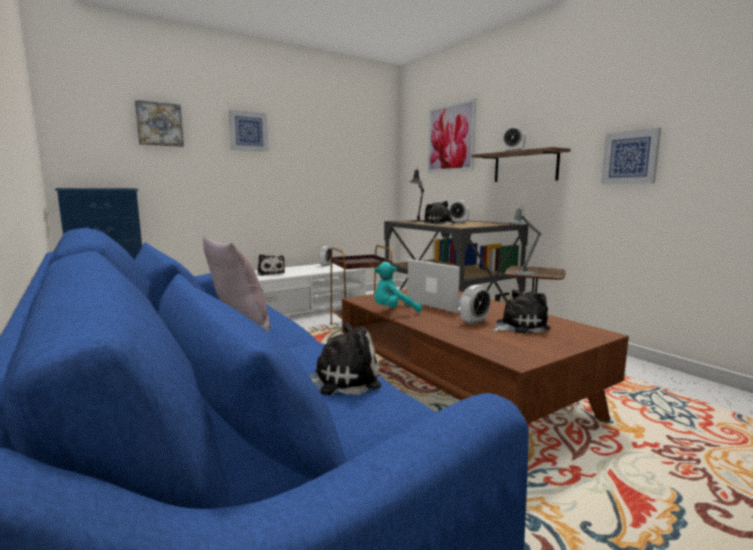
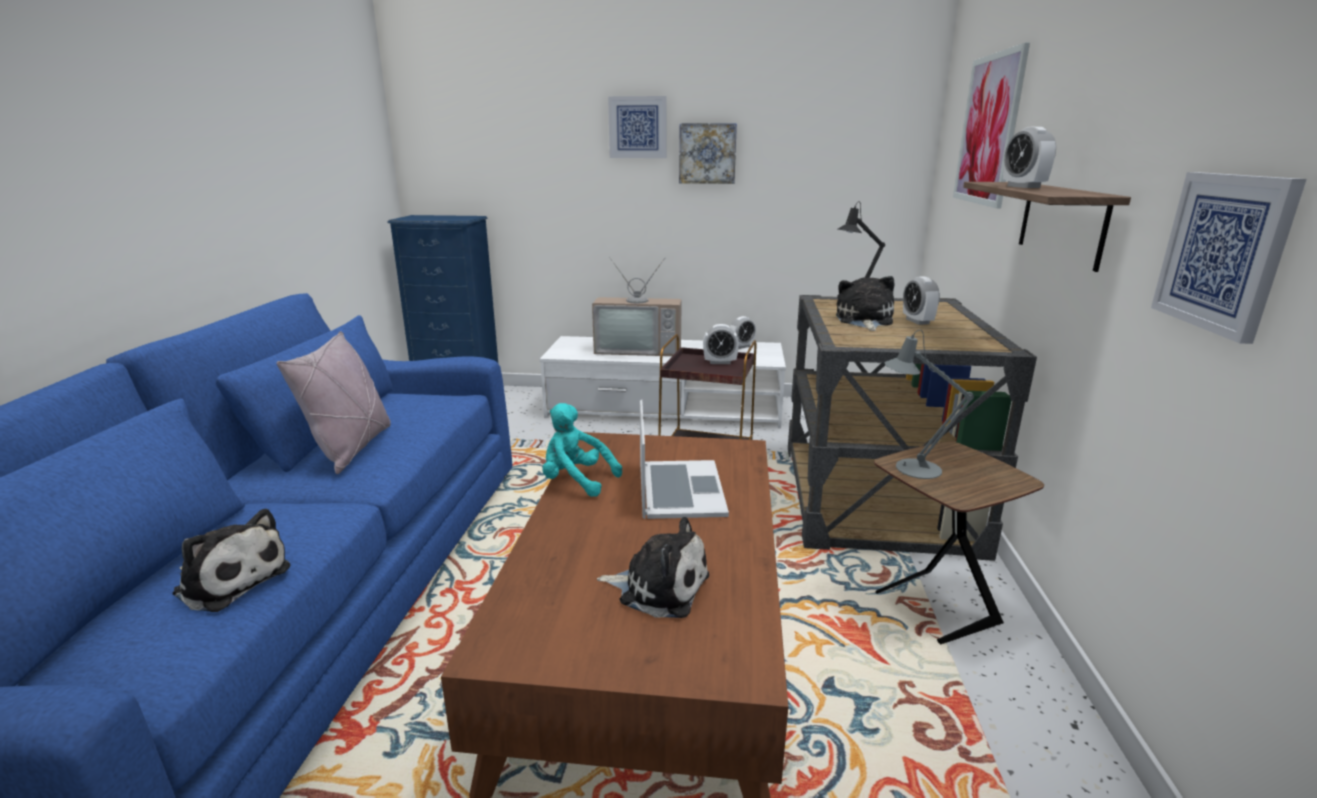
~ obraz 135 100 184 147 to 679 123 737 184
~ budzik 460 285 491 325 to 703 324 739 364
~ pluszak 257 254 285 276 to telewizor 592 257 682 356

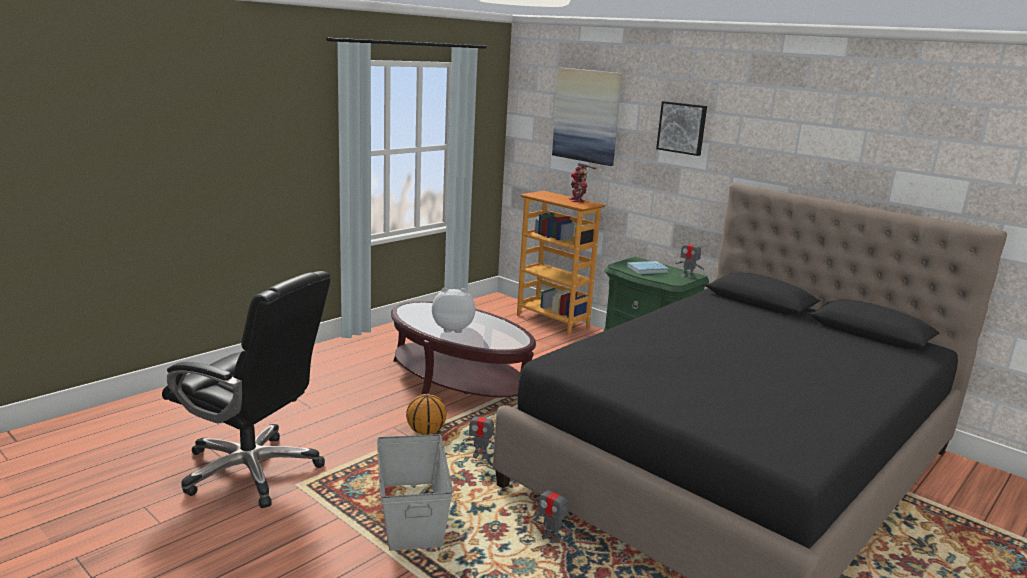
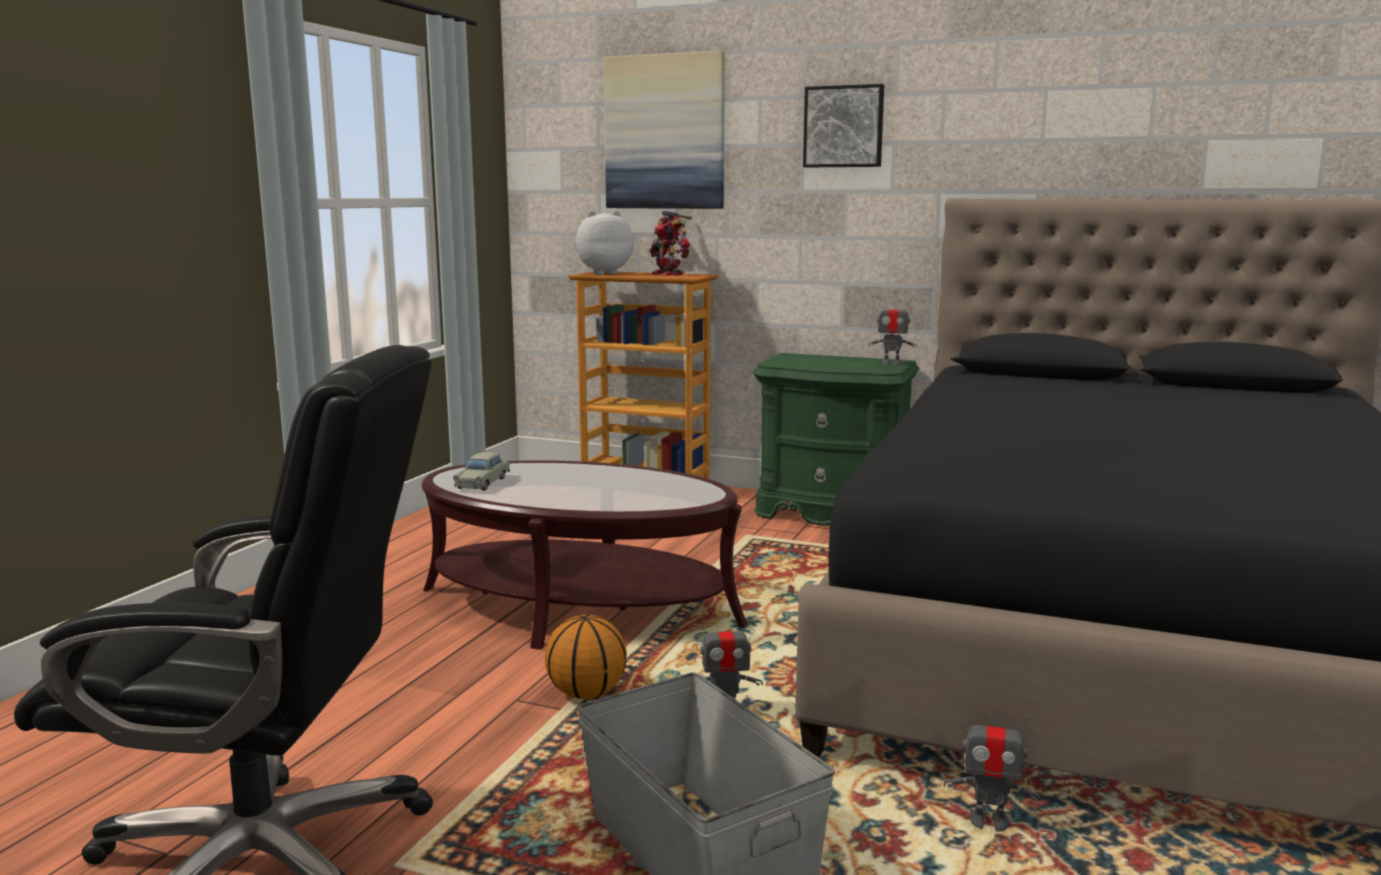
- książka/niebieski 627 261 669 274
+ samochodzik/beżowy 453 452 510 491
~ pluszak 432 287 476 333 to 574 211 634 275

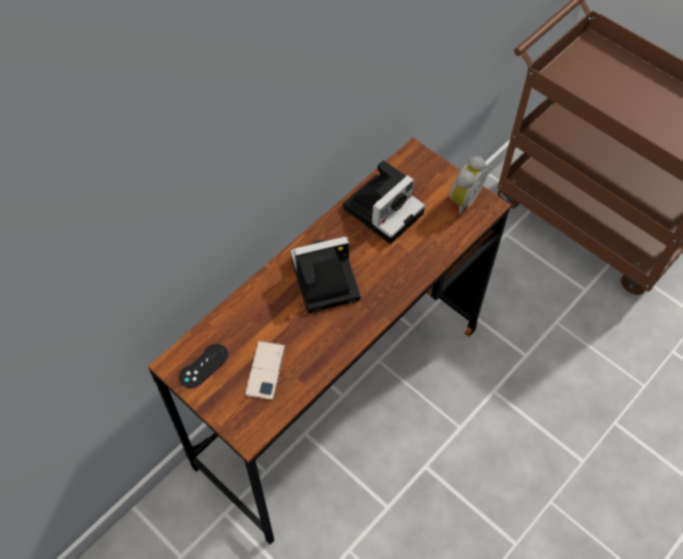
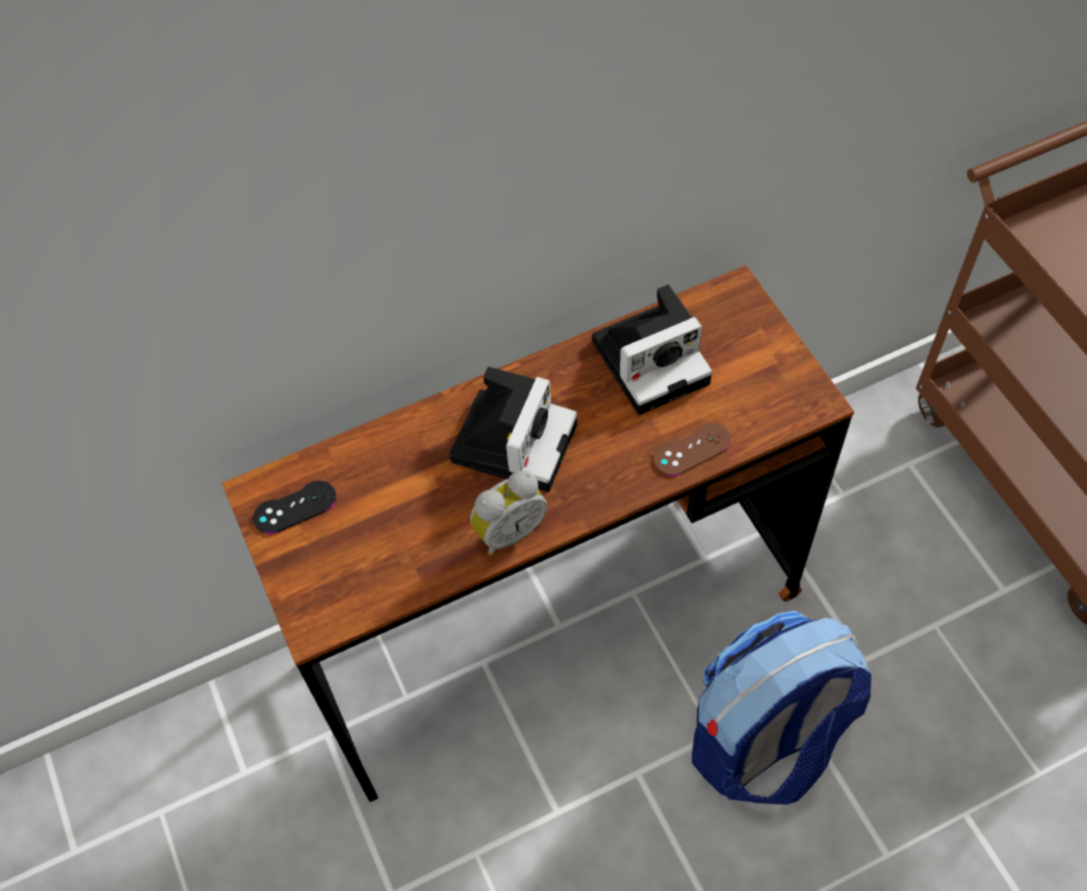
- telefon 245 341 286 400
+ pad do gier/brązowy 653 422 731 476
+ plecak 692 611 871 805
~ budzik 450 156 487 215 to 470 470 547 556
~ aparat fotograficzny 290 237 360 313 = 449 367 577 492 105 degrees clockwise

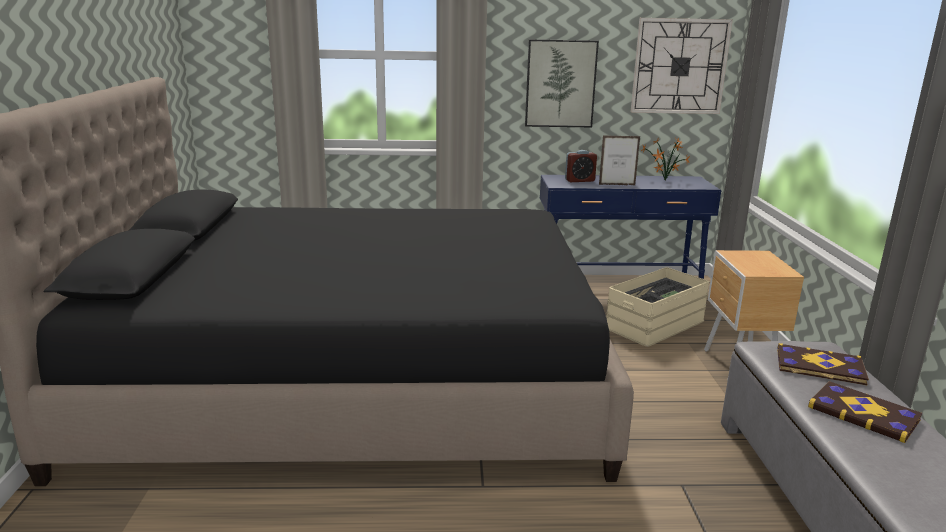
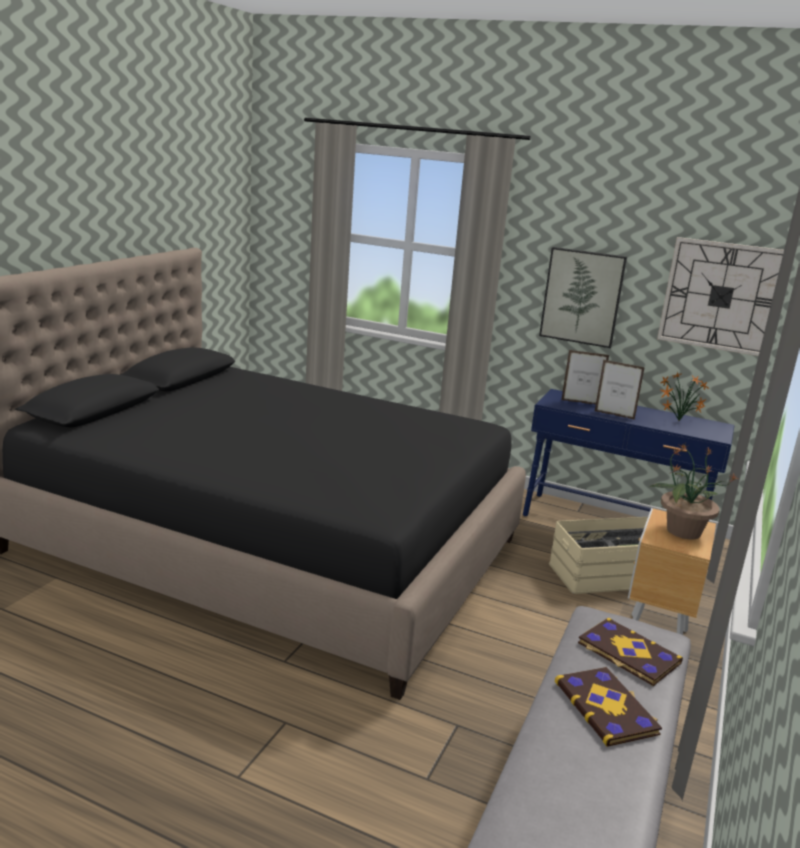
+ roślina doniczkowa 649 444 737 540
~ budzik 565 150 597 182 to ramka na zdjęcie 561 350 609 405

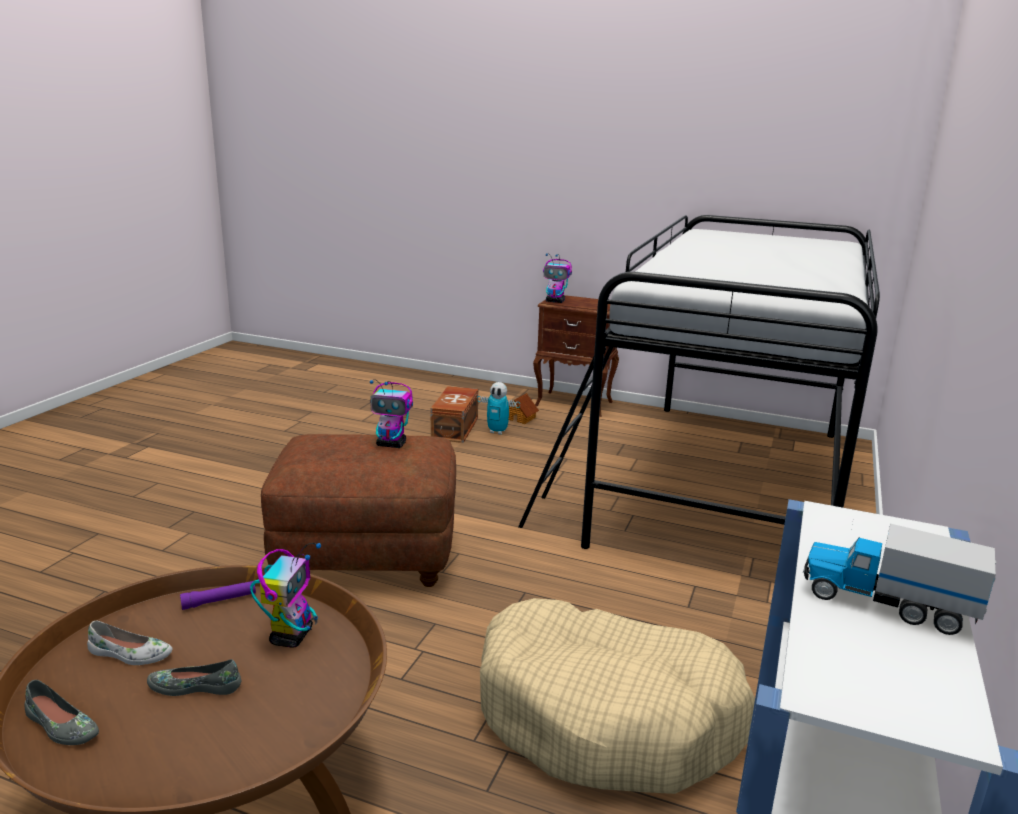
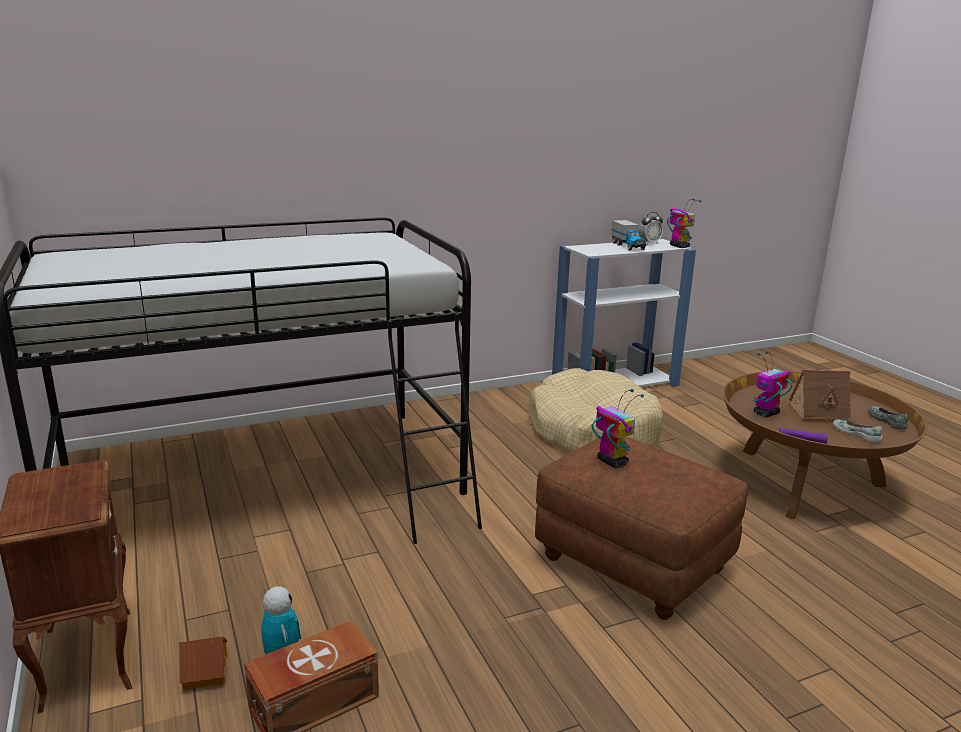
+ budzik 639 212 663 245
~ robot zabawkowy 543 253 572 303 to 667 199 701 248
~ but/szary 147 659 241 696 to domek 789 369 857 422

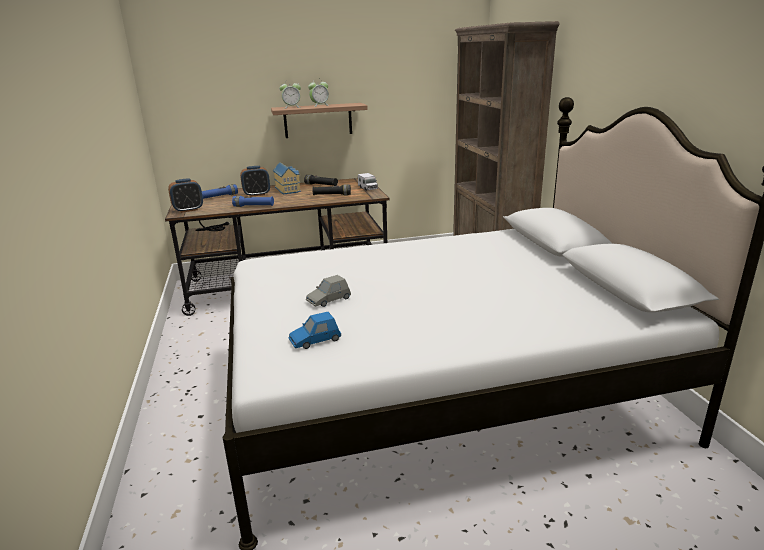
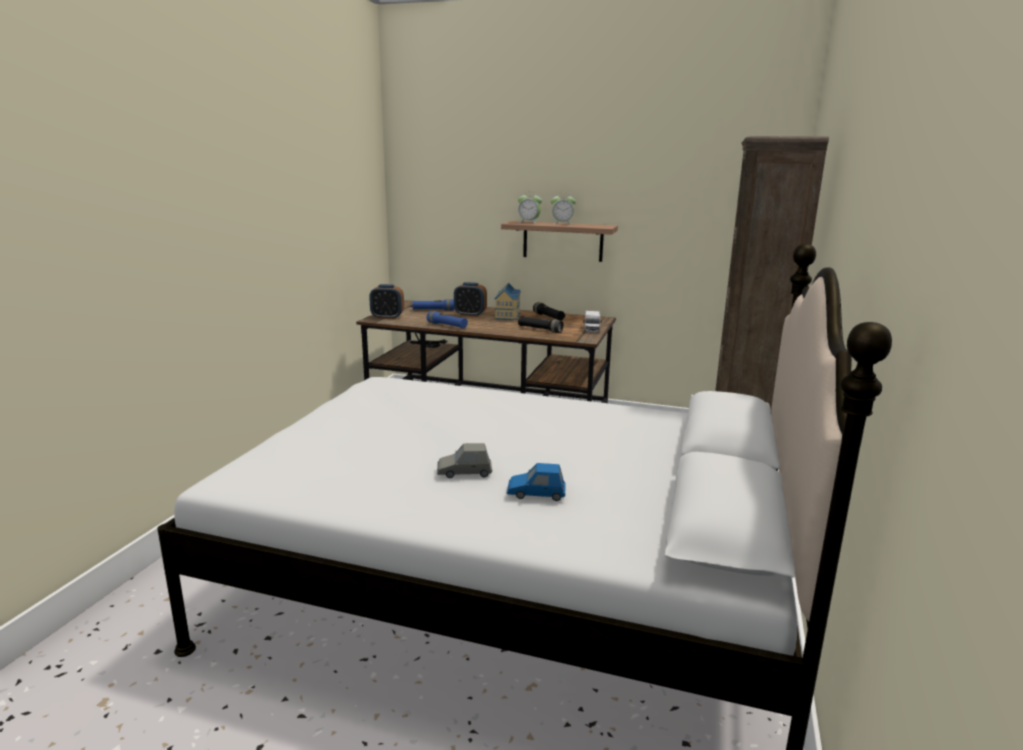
~ samochodzik/niebieski 288 312 341 349 to 507 463 566 501
~ samochodzik/szary 306 275 351 307 to 437 443 492 478

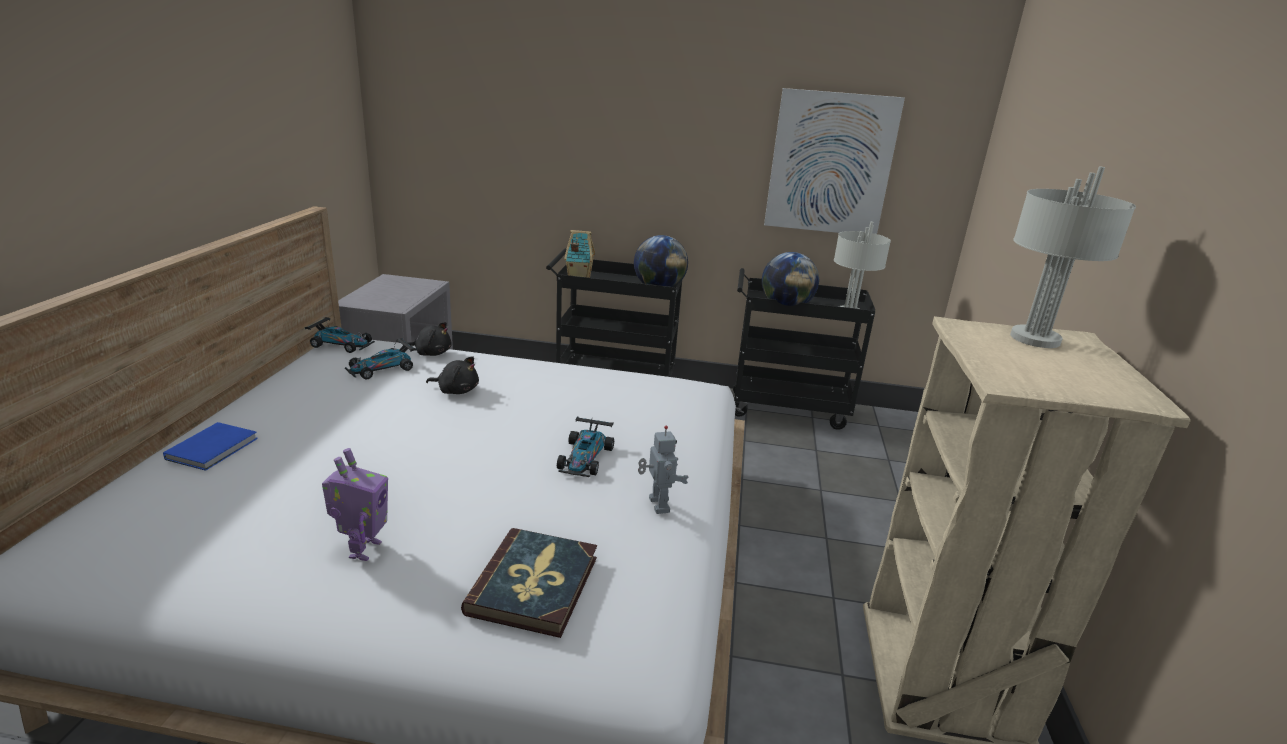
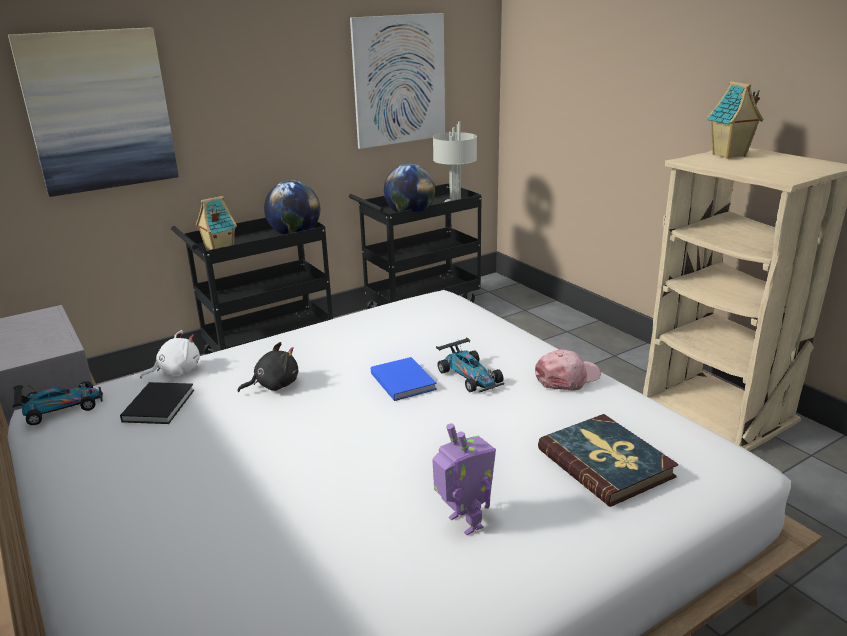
+ obraz 8 27 179 197
~ książka/niebieski 163 422 258 471 to 371 357 437 401
~ samochodzik 345 338 417 380 to książka/czarny 120 382 194 424
~ robot zabawkowy 638 426 688 514 to czapka z daszkiem/różowy 535 349 601 390
~ lampa stołowa/szary 1010 167 1136 348 to domek 707 81 763 159
~ pluszak/czarny 407 322 452 356 to pluszak/biały 140 330 200 379

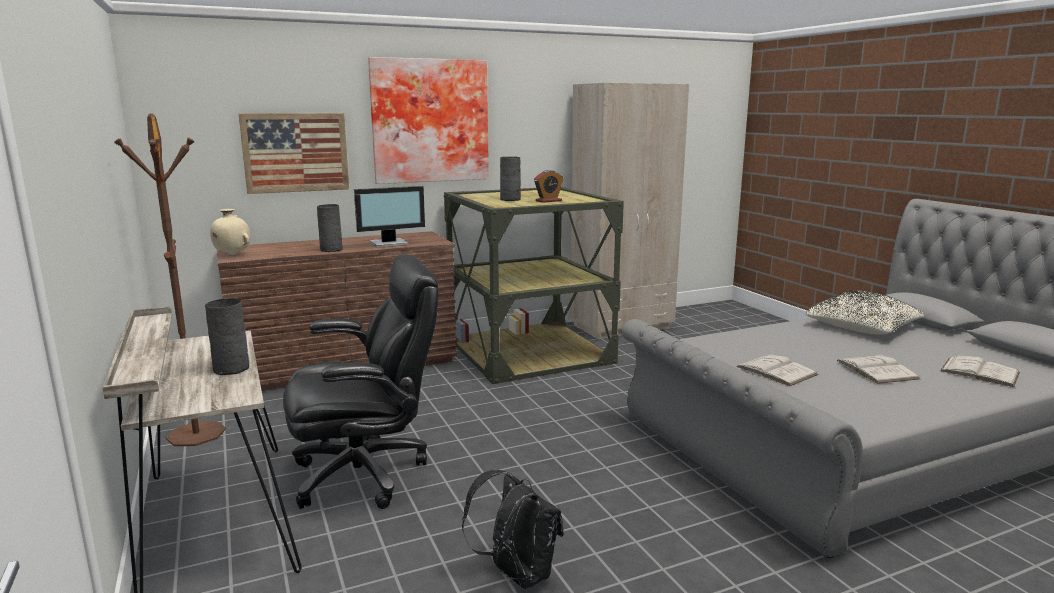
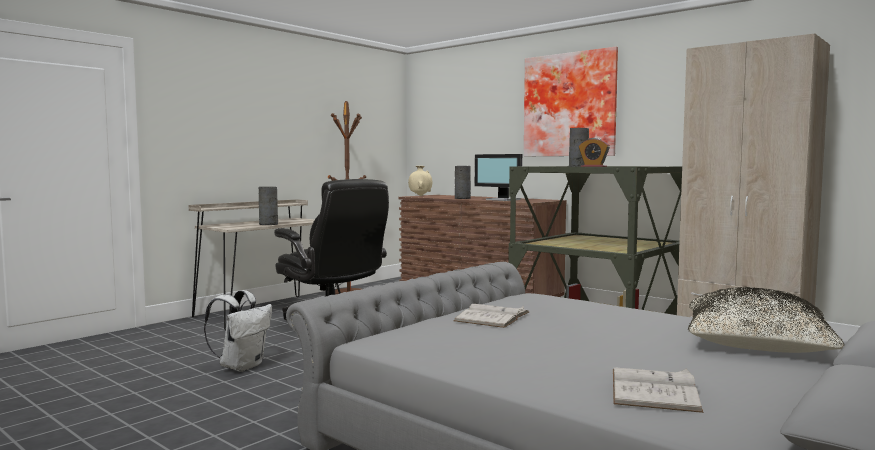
- obraz 238 113 349 194
- książka/biały 836 353 920 384
~ plecak/czarny 462 470 563 589 to plecak/biały 204 290 272 372

